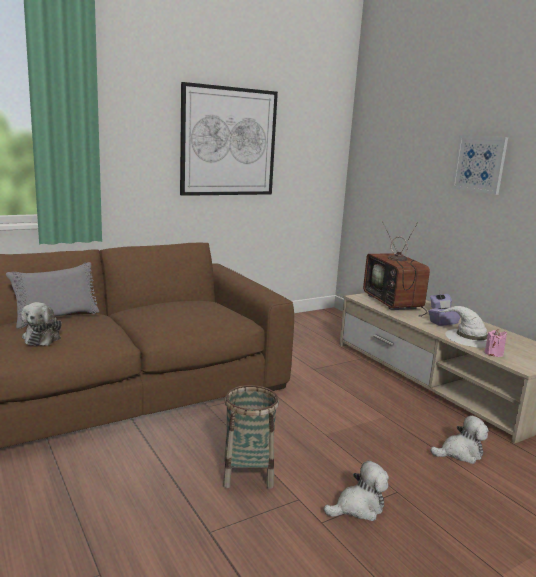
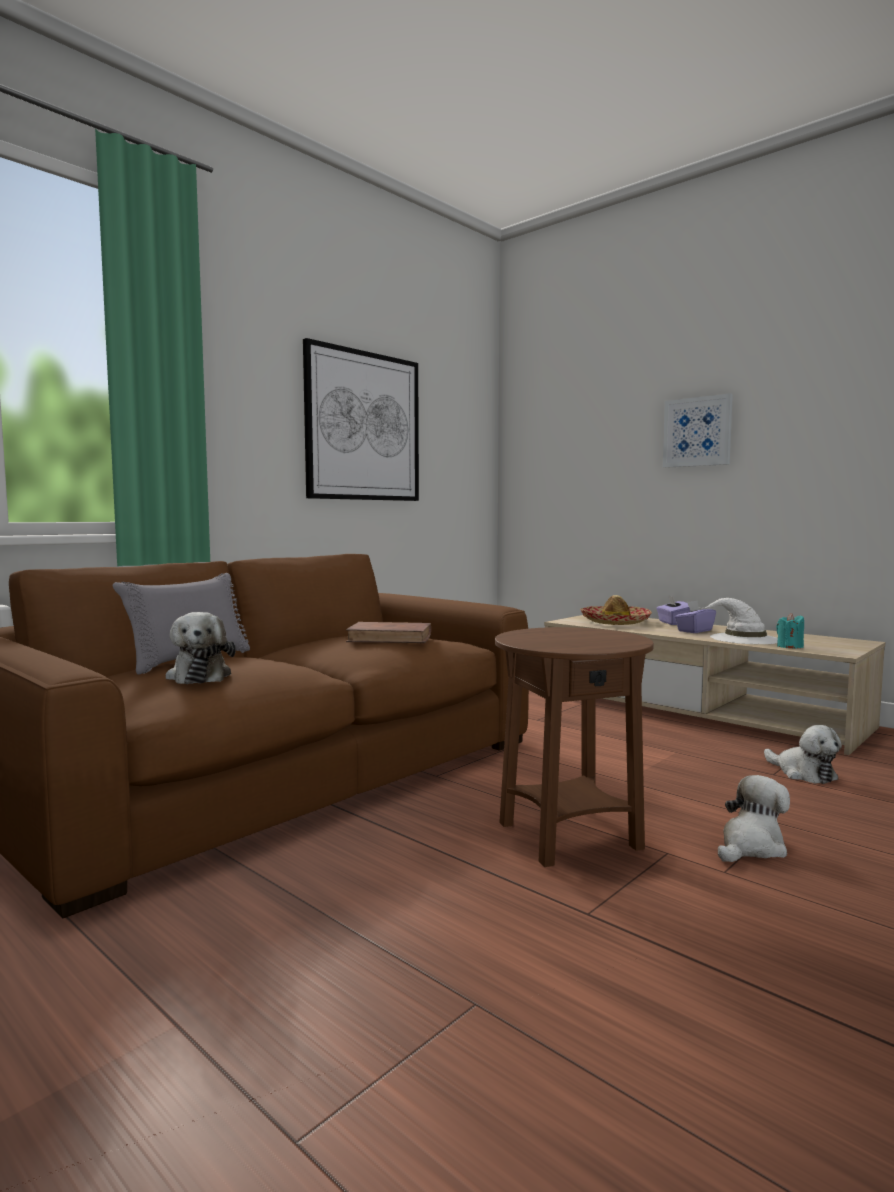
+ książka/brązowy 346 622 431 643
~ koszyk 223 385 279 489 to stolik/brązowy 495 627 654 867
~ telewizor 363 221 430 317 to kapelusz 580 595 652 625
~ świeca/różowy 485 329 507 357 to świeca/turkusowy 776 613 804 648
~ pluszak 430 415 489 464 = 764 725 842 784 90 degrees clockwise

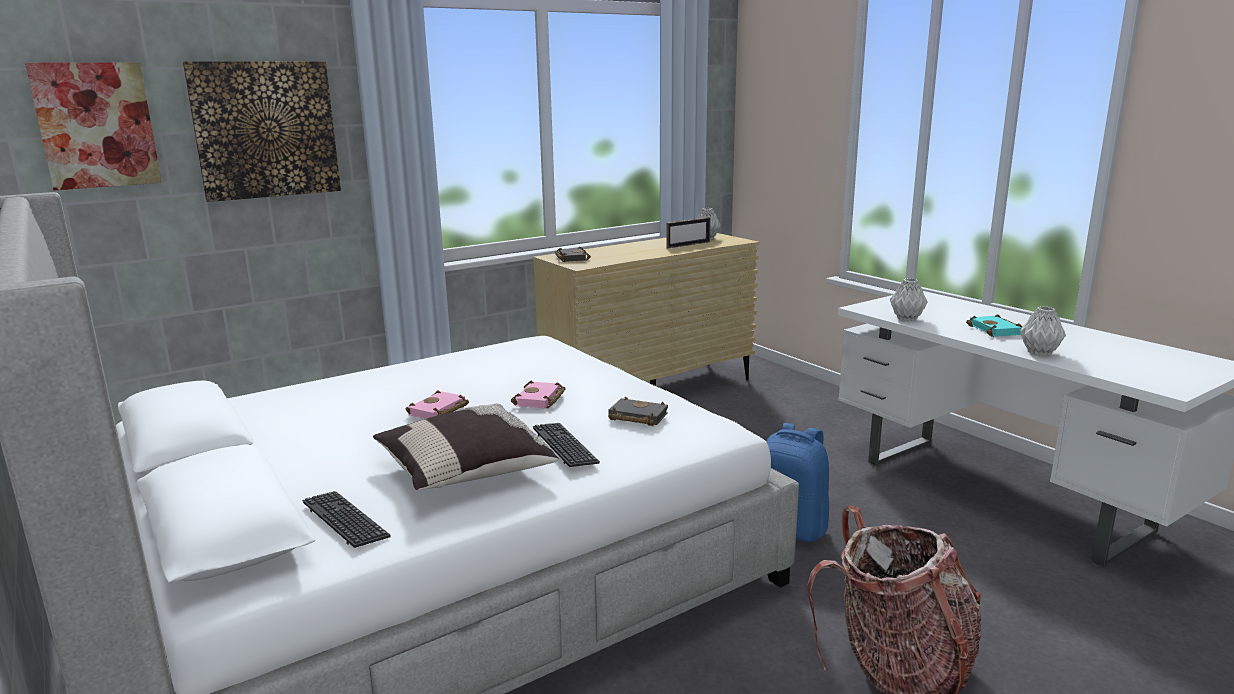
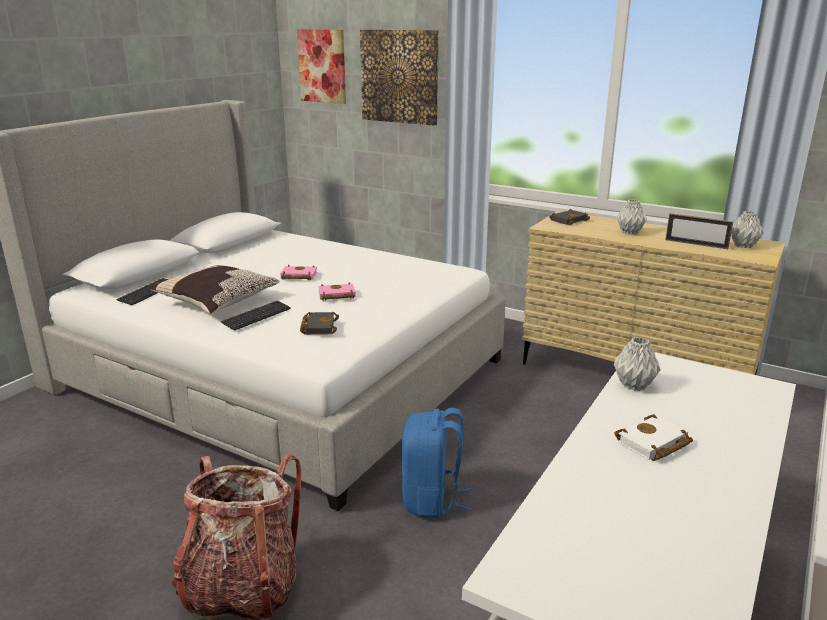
~ wazon/szary 1020 306 1066 356 to 617 199 647 235
~ książka/turkusowy 966 314 1022 337 to książka/biały 614 414 693 461

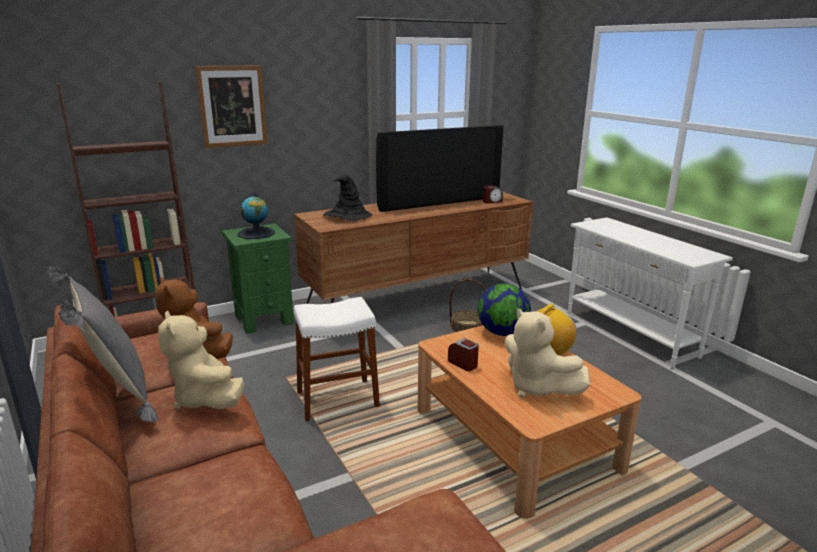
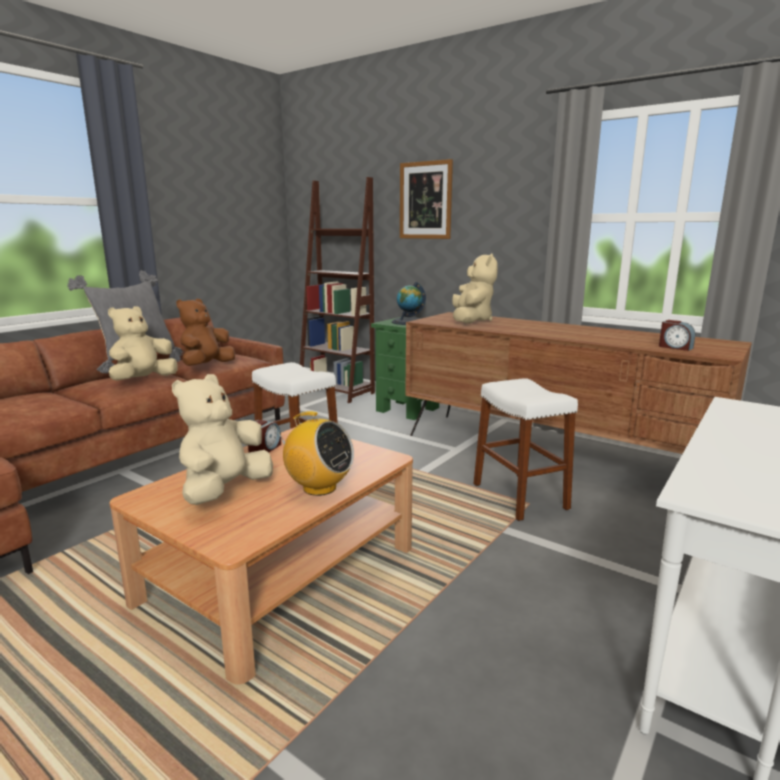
- telewizor 376 125 504 212
- globus 478 283 531 336
~ kapelusz/czarny 323 175 372 221 to pluszak/beżowy 452 253 498 324
~ koszyk 450 279 486 332 to stołek/biały 474 378 578 521

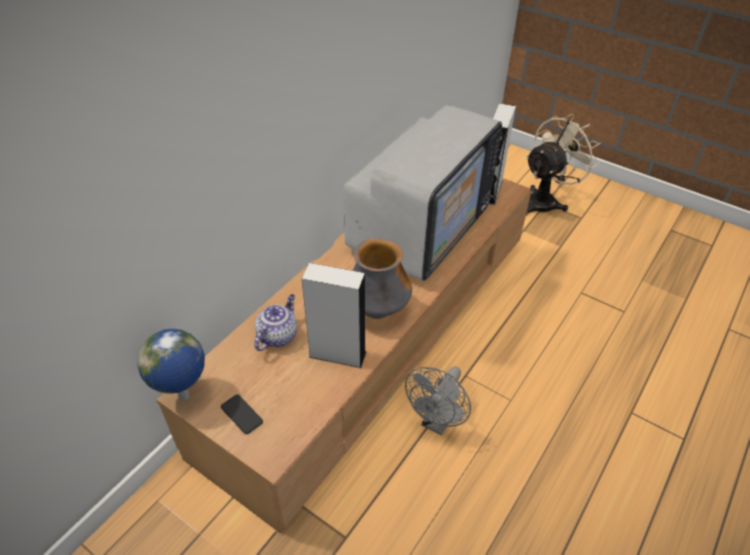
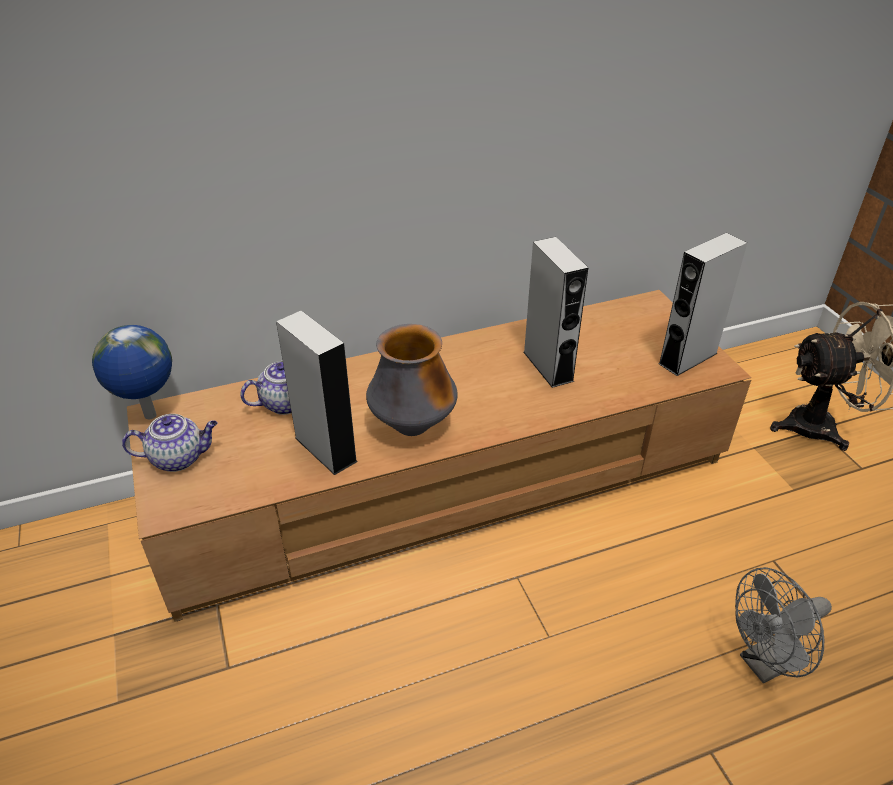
~ wentylator/szary 405 367 471 436 to 735 567 832 684
~ telefon 221 395 263 434 to imbryk 122 414 218 472
~ telewizor 343 105 502 281 to głośnik/szary 523 237 588 388

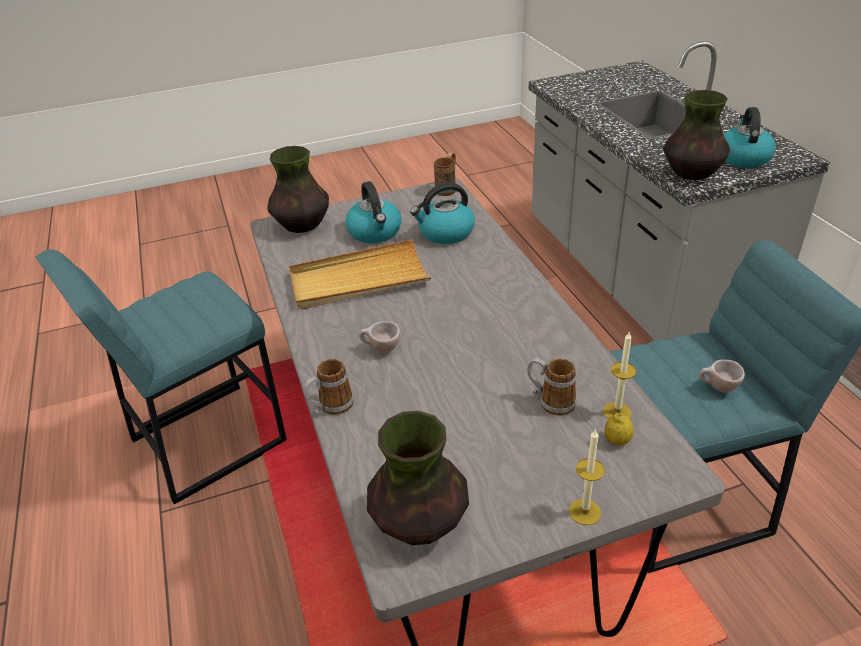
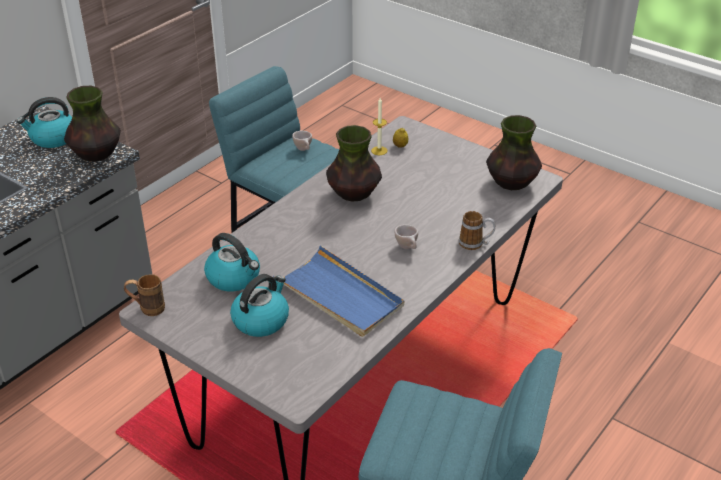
- kubek 528 358 576 416
- świeca 569 429 605 525
~ wazon 267 146 329 233 to 326 125 382 202
~ taca/beżowy 289 239 431 310 to taca/niebieski 273 245 404 337

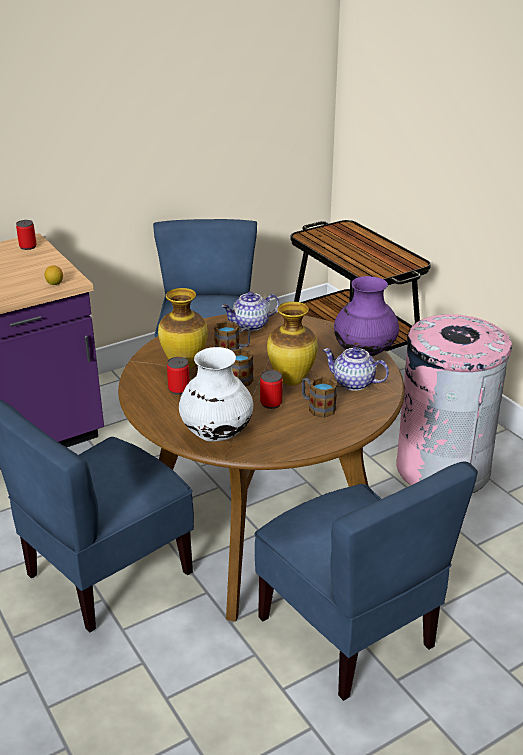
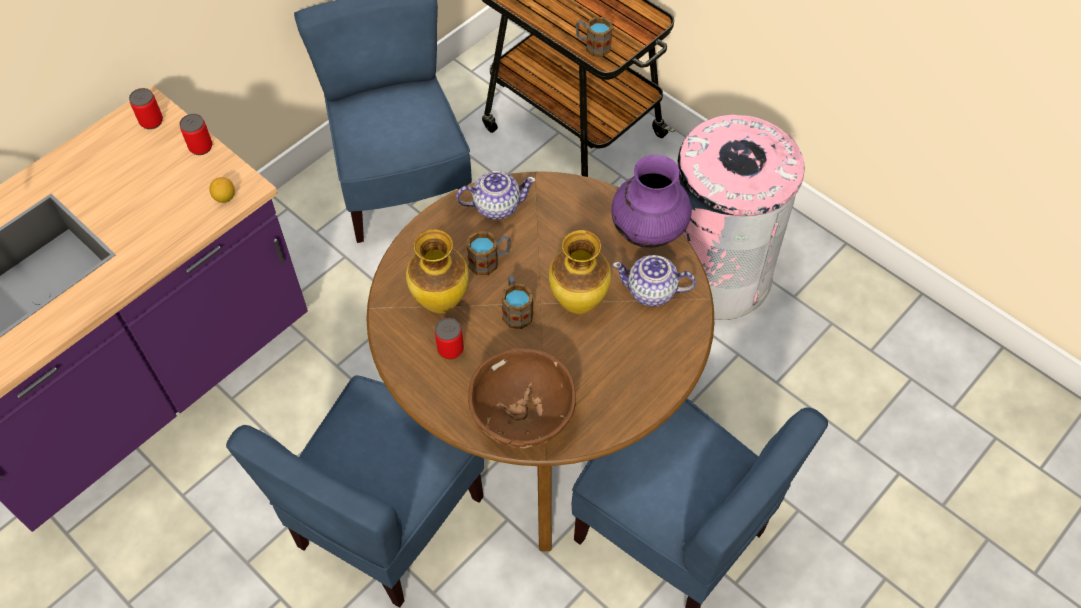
~ puszka 260 370 283 409 to 180 114 212 155
~ kubek 302 377 337 418 to 576 17 612 57
~ wazon/biały 179 347 253 441 to miska/brązowy 468 349 576 449
~ imbryk 221 292 279 331 = 456 171 536 219 150 degrees counterclockwise

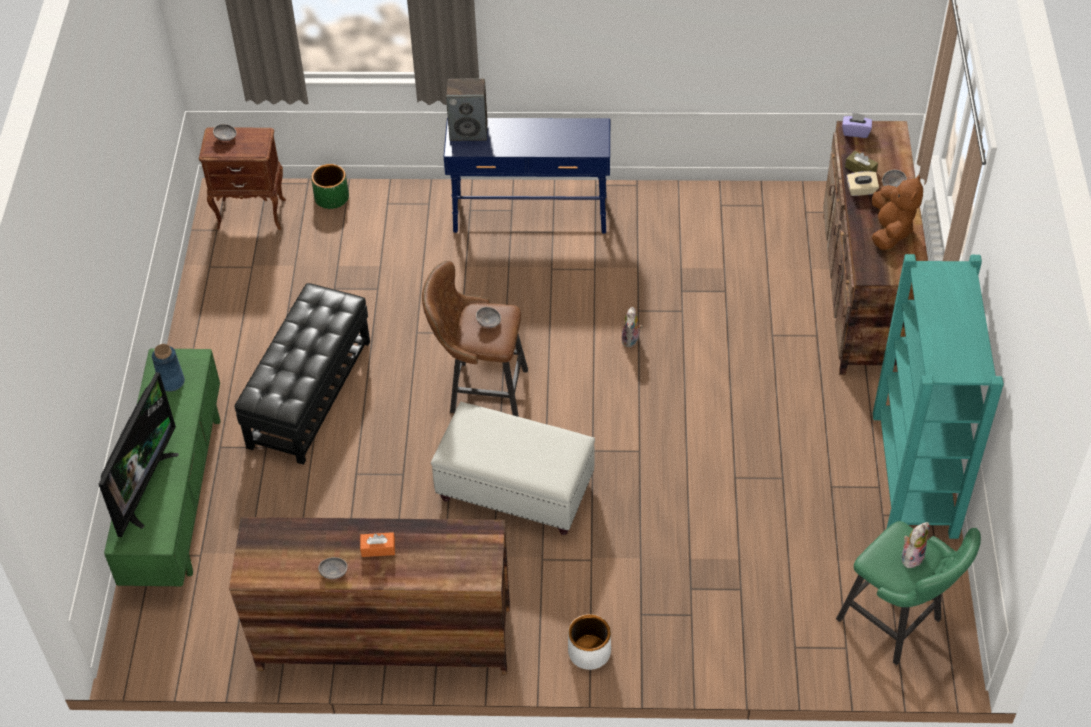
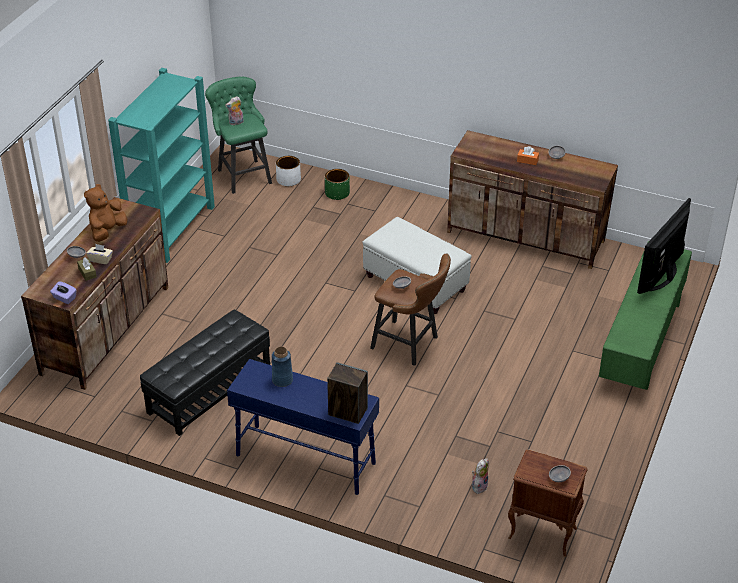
~ wazon/niebieski 152 344 185 392 to 272 347 293 387
~ pufa/czarny 235 283 370 465 to 140 309 270 436
~ donica/zielony 311 164 349 209 to 325 169 350 200
~ donica/biały 568 614 611 670 to 276 156 301 186
~ pluszak 622 307 642 348 to 472 458 489 494

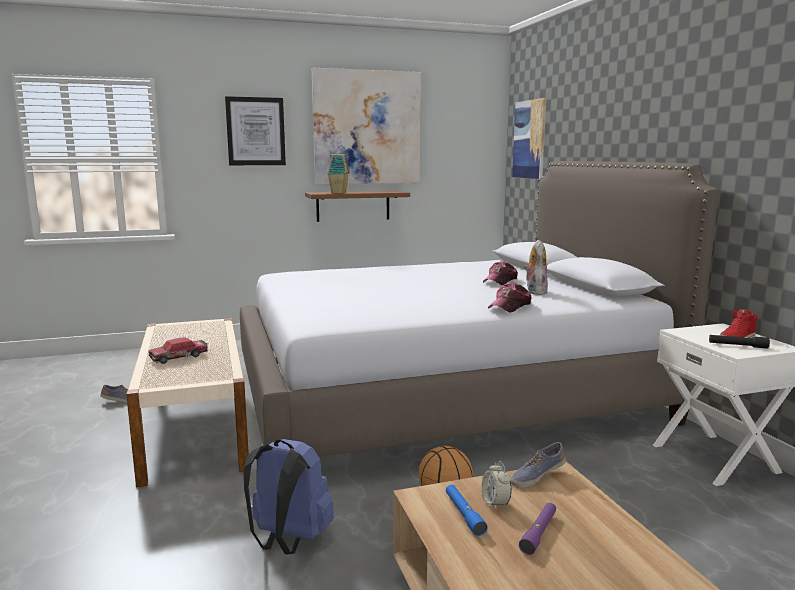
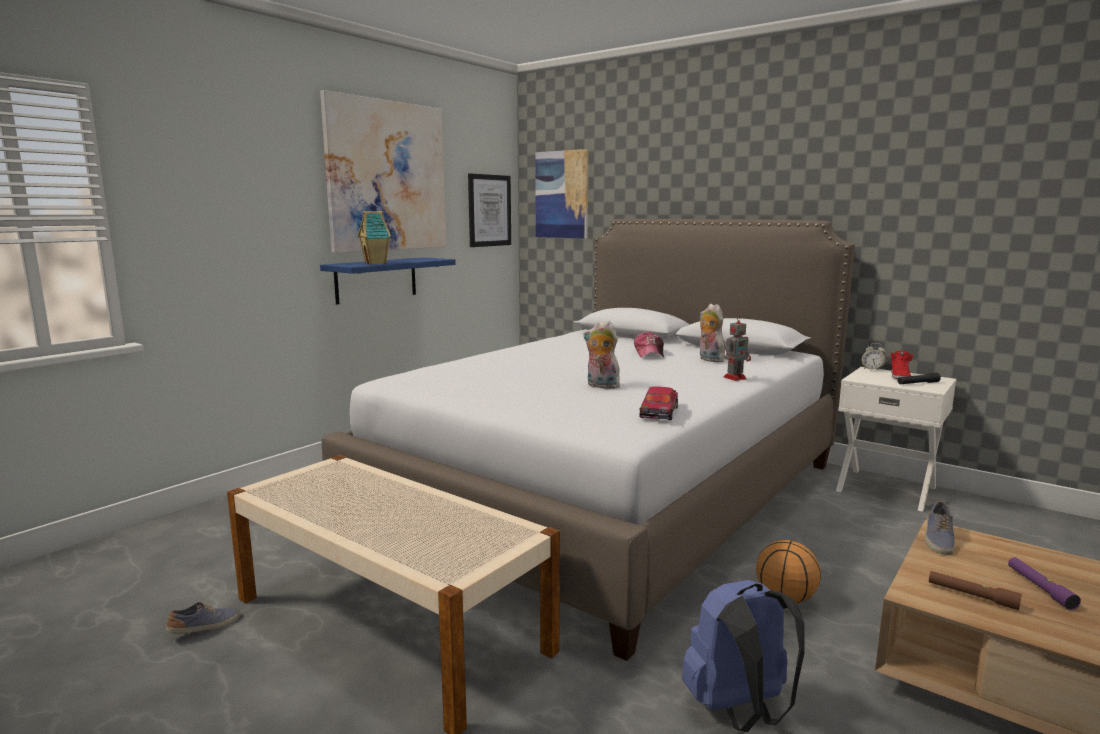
+ pluszak 583 321 620 389
~ samochodzik 148 338 208 364 to 640 386 678 420
~ obraz 225 96 286 165 to 468 173 511 247
~ budzik 482 461 512 511 to 862 343 886 371
~ czapka z daszkiem 488 283 532 312 to robot zabawkowy 724 315 751 381
~ półka/brązowy 305 191 410 222 to półka/niebieski 320 257 455 305
~ latarka/niebieski 446 485 487 536 to latarka/brązowy 929 571 1022 610

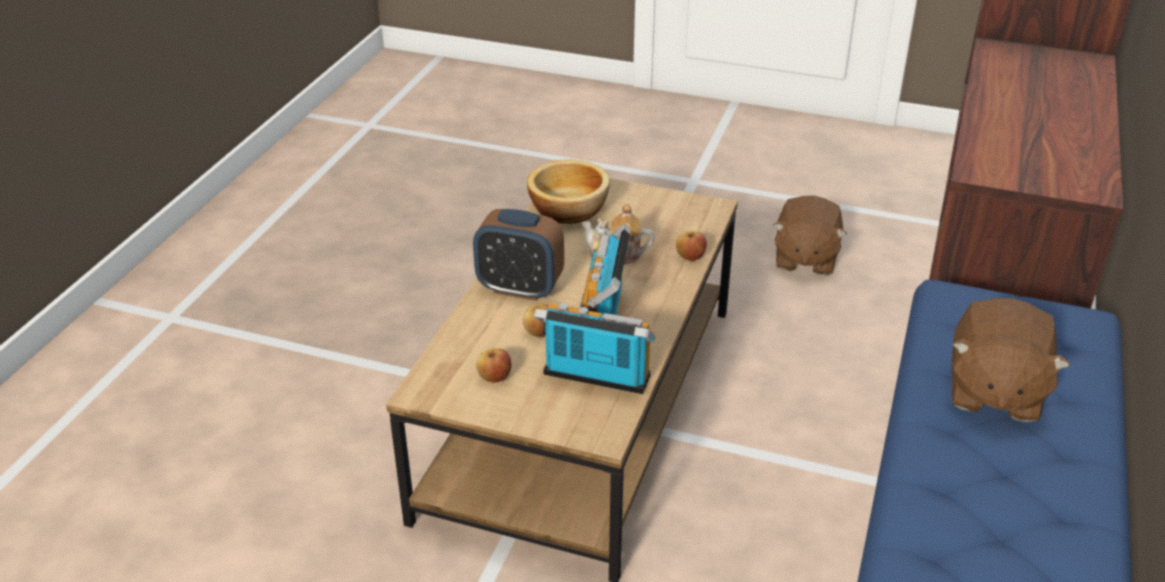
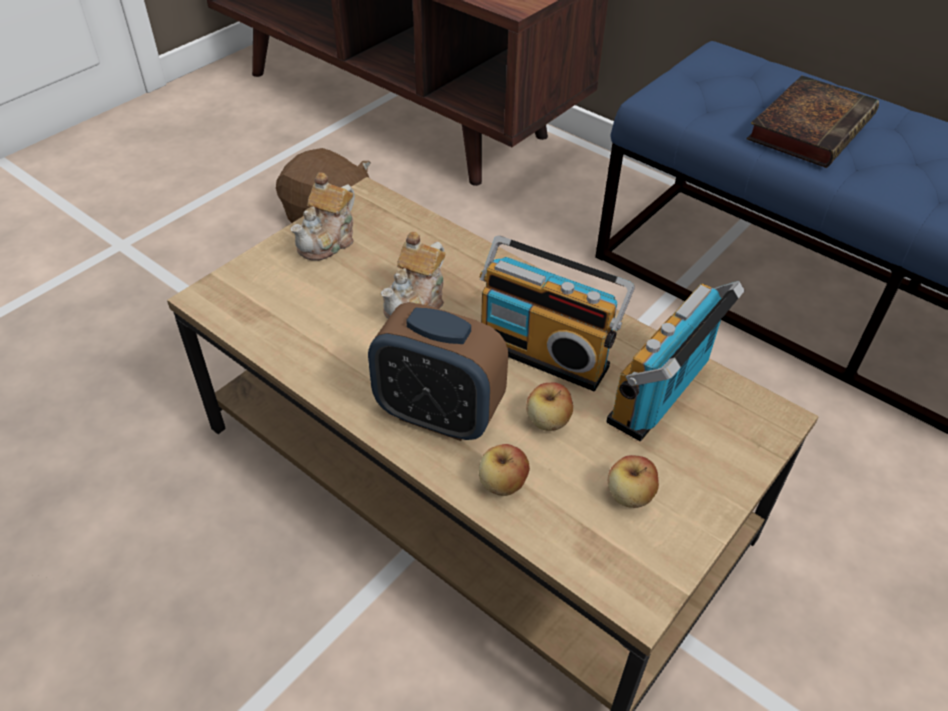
- miska 527 160 610 224
+ imbryk 290 172 355 261
~ jabłko 676 231 707 261 to 479 444 530 496
~ pluszak/brązowy 952 298 1070 422 to książka 747 76 879 168
~ budzik 473 209 564 301 = 368 302 508 441 75 degrees clockwise

